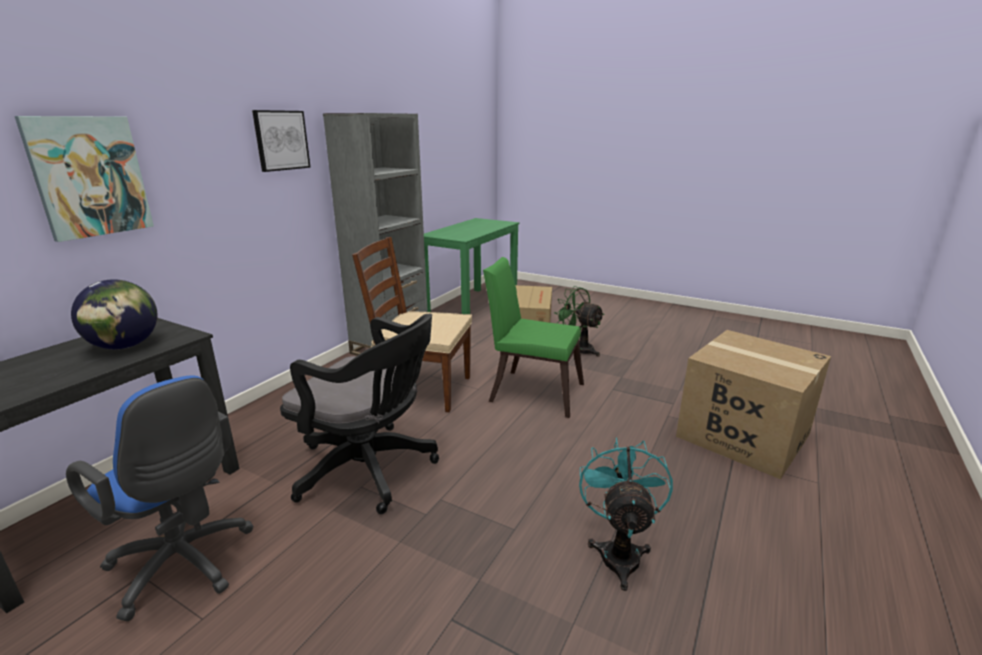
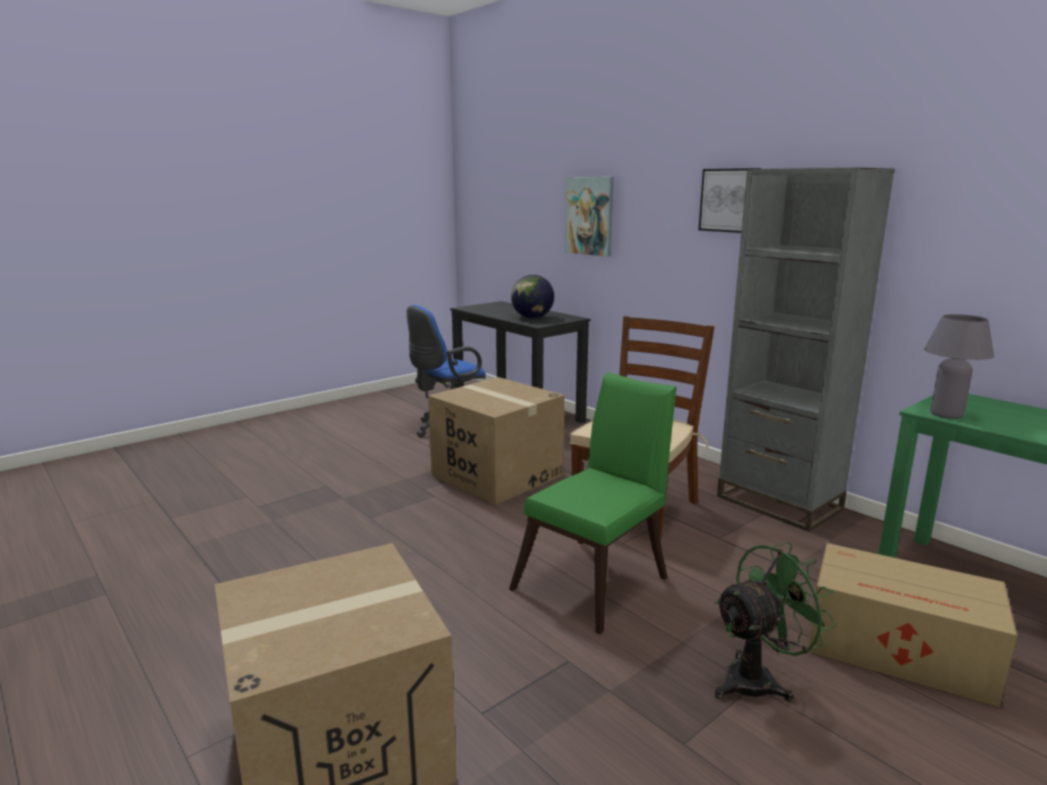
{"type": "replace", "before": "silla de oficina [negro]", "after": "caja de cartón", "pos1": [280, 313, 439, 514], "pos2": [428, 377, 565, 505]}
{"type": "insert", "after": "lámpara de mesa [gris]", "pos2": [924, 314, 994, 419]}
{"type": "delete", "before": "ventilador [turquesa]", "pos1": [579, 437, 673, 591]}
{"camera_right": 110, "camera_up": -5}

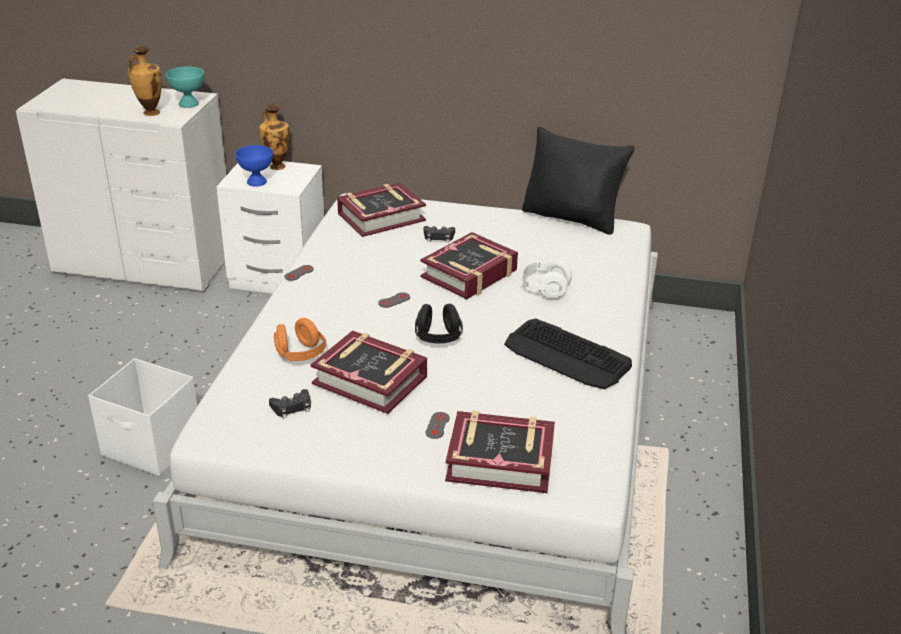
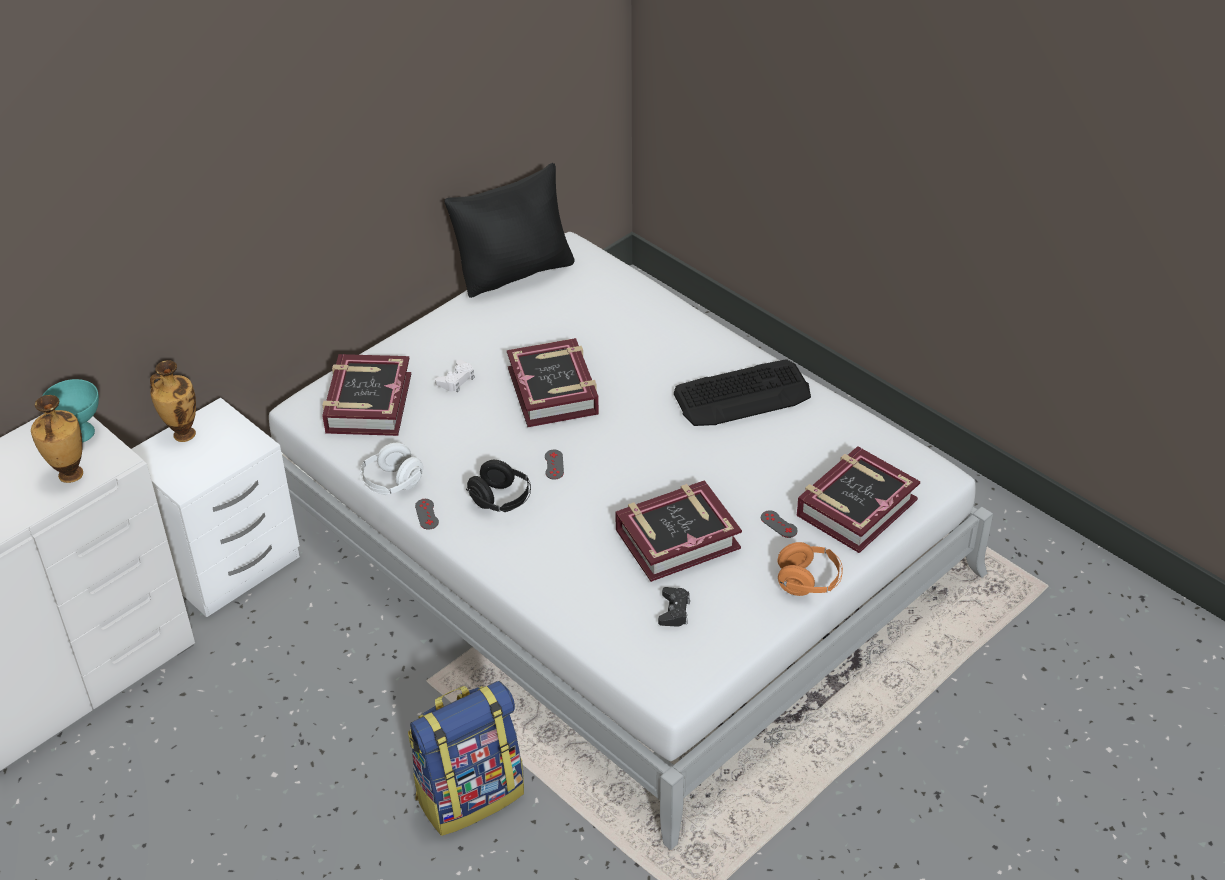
{"type": "move", "before": "auriculares [blanco]", "pos1": [521, 260, 572, 298], "pos2": [360, 443, 423, 495]}
{"type": "replace", "before": "caja de almacenaje [blanco]", "after": "mochila", "pos1": [88, 358, 198, 477], "pos2": [408, 681, 524, 836]}
{"type": "recolor", "before": "mando de consola [negro]", "after": "mando de consola [blanco]", "pos1": [424, 226, 455, 242], "pos2": [435, 360, 475, 392]}
{"type": "move", "before": "auriculares [negro]", "pos1": [415, 303, 463, 344], "pos2": [466, 460, 531, 512]}
{"type": "move", "before": "auriculares [naranja]", "pos1": [274, 318, 327, 361], "pos2": [777, 542, 843, 596]}
{"type": "delete", "before": "cuenco [azul]", "pos1": [235, 145, 273, 187]}
{"camera_right": -55, "camera_up": 10}

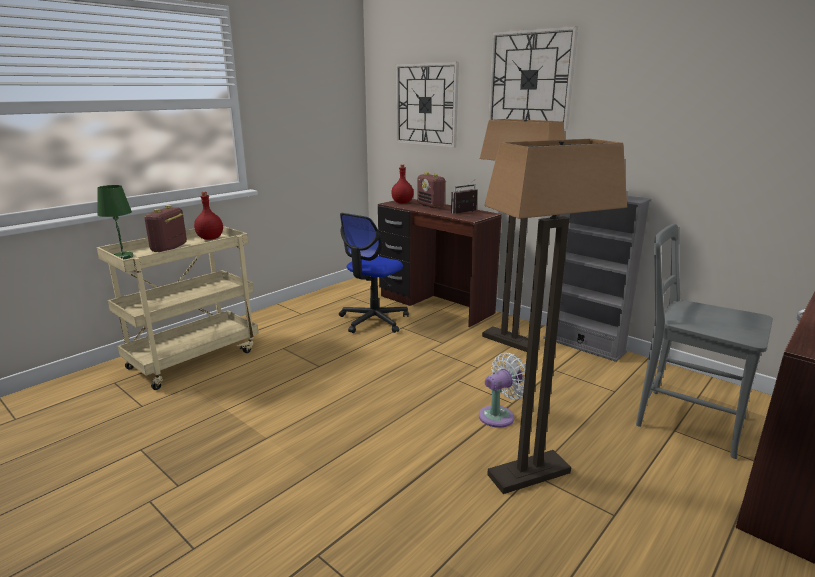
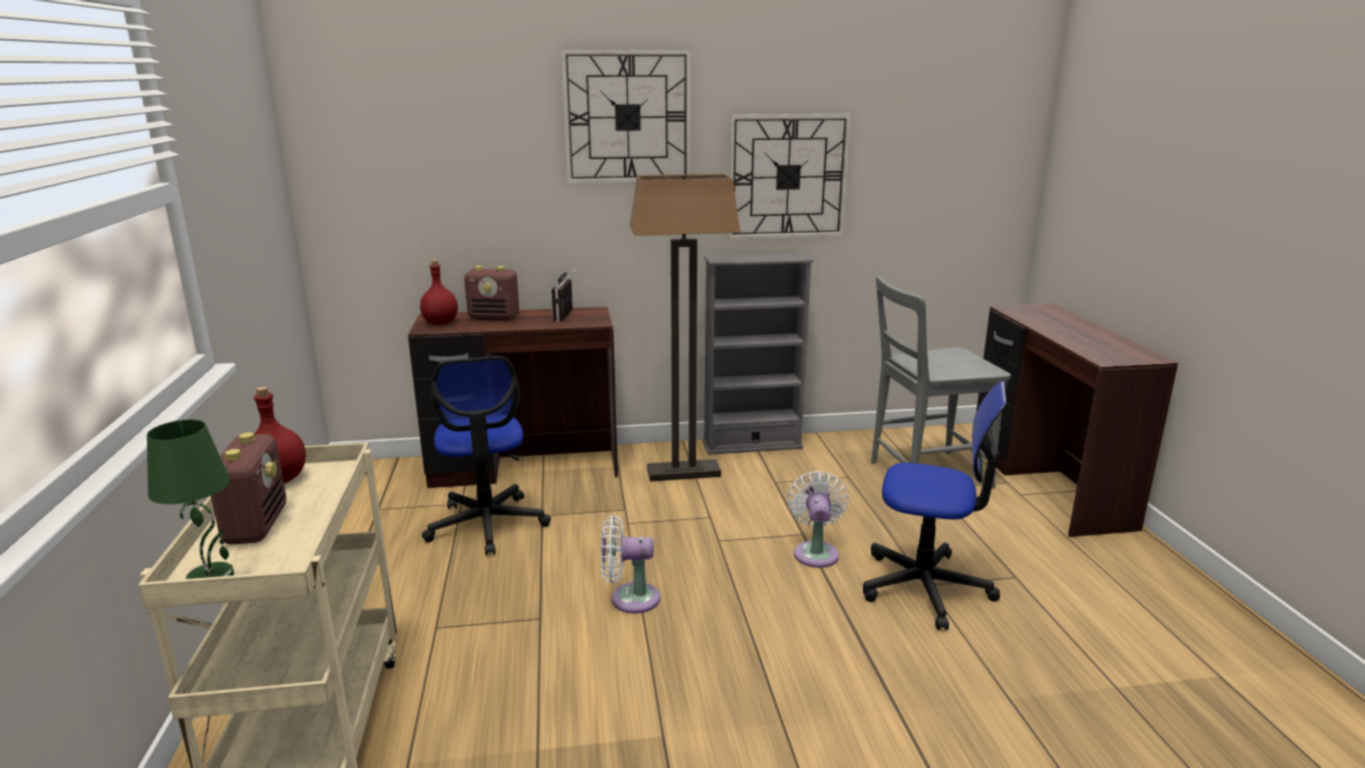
{"type": "rotate", "before": "radio", "pos1": [144, 205, 187, 252], "pos2": [211, 432, 286, 545], "turn": -150}
{"type": "insert", "after": "ventilador [blanco]", "pos2": [601, 515, 660, 614]}
{"type": "move", "before": "reloj de pared", "pos1": [395, 62, 459, 148], "pos2": [728, 114, 852, 240]}
{"type": "replace", "before": "lámpara de pie", "after": "silla de oficina", "pos1": [484, 139, 627, 494], "pos2": [863, 381, 1007, 630]}
{"camera_right": -50, "camera_up": 0}

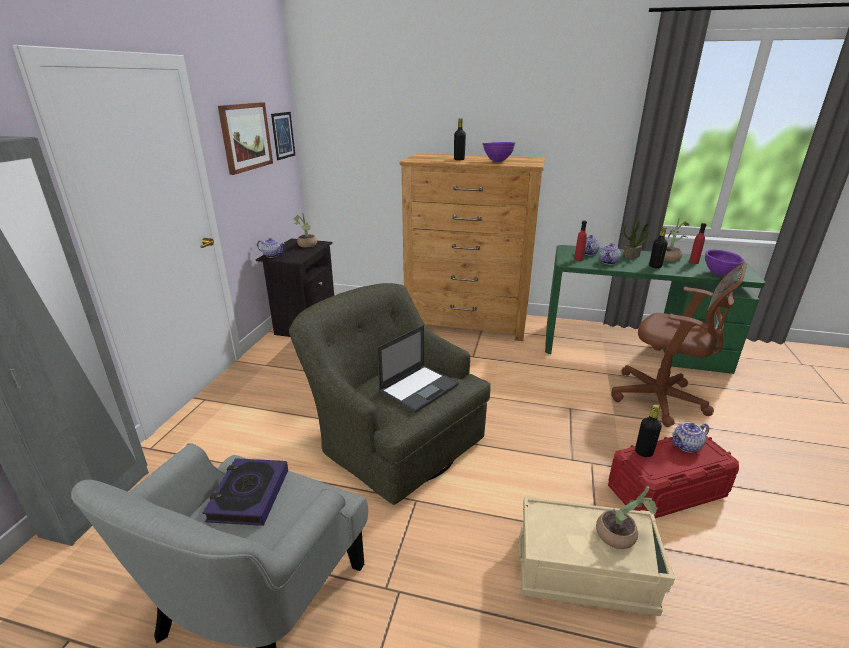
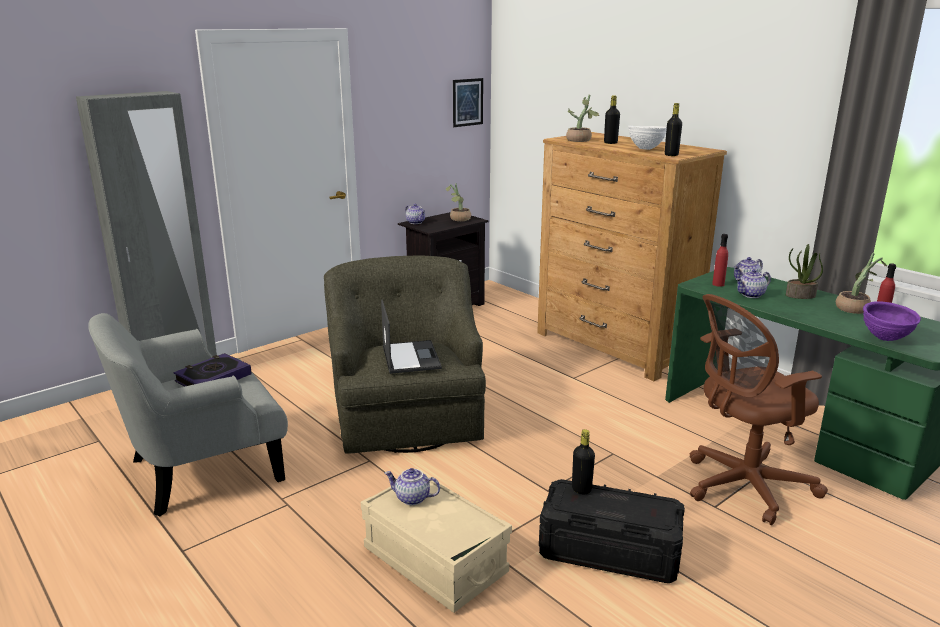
{"type": "rotate", "before": "portátil", "pos1": [377, 325, 459, 413], "pos2": [381, 300, 442, 374], "turn": -90}
{"type": "move", "before": "tetera", "pos1": [672, 422, 709, 453], "pos2": [385, 468, 440, 505]}
{"type": "recolor", "before": "caja de almacenaje [rojo]", "after": "caja de almacenaje [negro]", "pos1": [608, 436, 739, 518], "pos2": [539, 479, 685, 583]}
{"type": "move", "before": "planta en maceta", "pos1": [596, 486, 658, 549], "pos2": [566, 95, 599, 142]}
{"type": "recolor", "before": "cuenco [morado]", "after": "cuenco [blanco]", "pos1": [483, 142, 515, 162], "pos2": [628, 126, 667, 150]}
{"type": "move", "before": "botella [negro]", "pos1": [649, 227, 668, 268], "pos2": [665, 103, 682, 156]}
{"type": "rotate", "before": "silla de oficina [marrón]", "pos1": [612, 263, 747, 427], "pos2": [690, 294, 828, 525], "turn": 90}
{"type": "delete", "before": "cuadro", "pos1": [218, 102, 273, 175]}
{"camera_right": 35, "camera_up": -5}

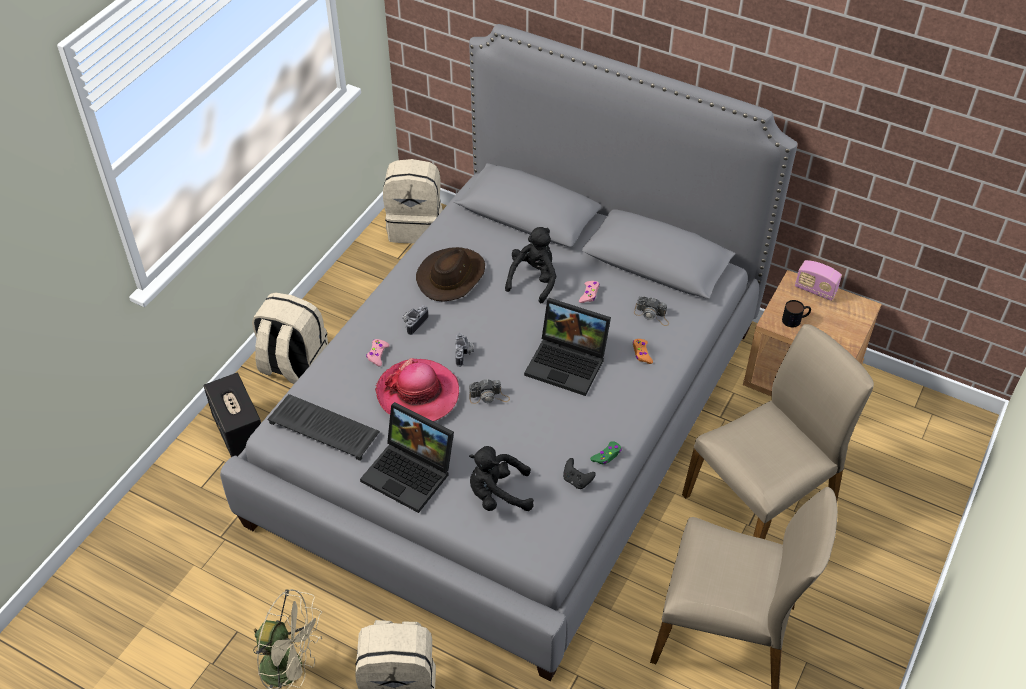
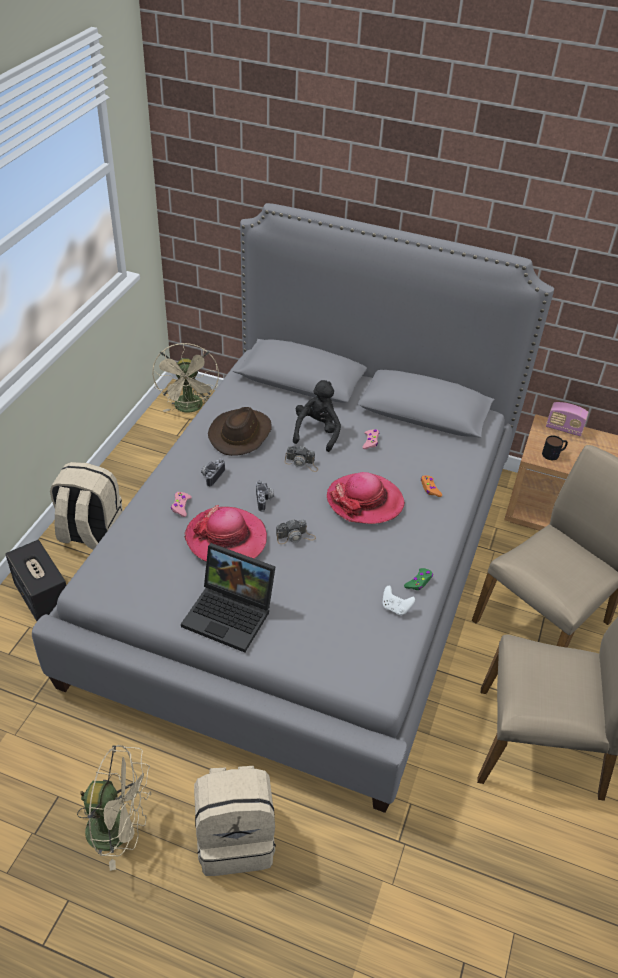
{"type": "replace", "before": "mochila [beis]", "after": "ventilador [beis]", "pos1": [383, 159, 443, 244], "pos2": [152, 343, 219, 413]}
{"type": "move", "before": "cámara", "pos1": [634, 297, 669, 326], "pos2": [284, 446, 318, 472]}
{"type": "replace", "before": "portátil", "after": "sombrero", "pos1": [524, 298, 611, 396], "pos2": [327, 472, 405, 524]}
{"type": "recolor", "before": "mando de consola [negro]", "after": "mando de consola [blanco]", "pos1": [563, 458, 596, 489], "pos2": [383, 586, 415, 615]}
{"type": "delete", "before": "teclado", "pos1": [267, 394, 380, 461]}
{"type": "delete", "before": "peluche [negro]", "pos1": [469, 446, 534, 511]}
{"camera_right": -10, "camera_up": -5}

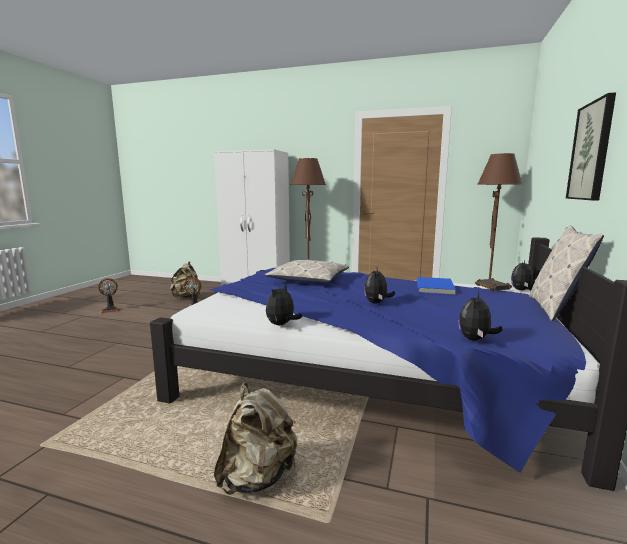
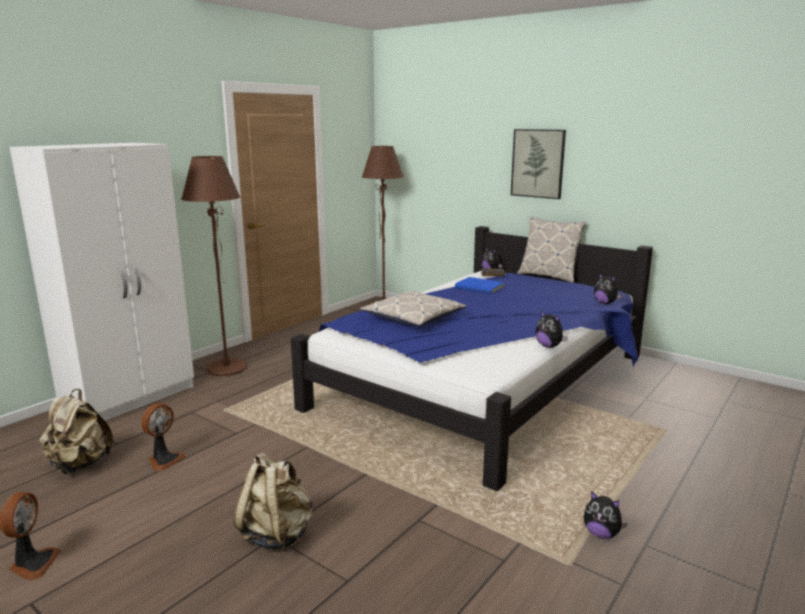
{"type": "move", "before": "mochila [beis]", "pos1": [214, 382, 297, 495], "pos2": [234, 453, 312, 550]}
{"type": "move", "before": "peluche", "pos1": [364, 269, 395, 304], "pos2": [584, 491, 628, 539]}
{"camera_right": -70, "camera_up": 5}

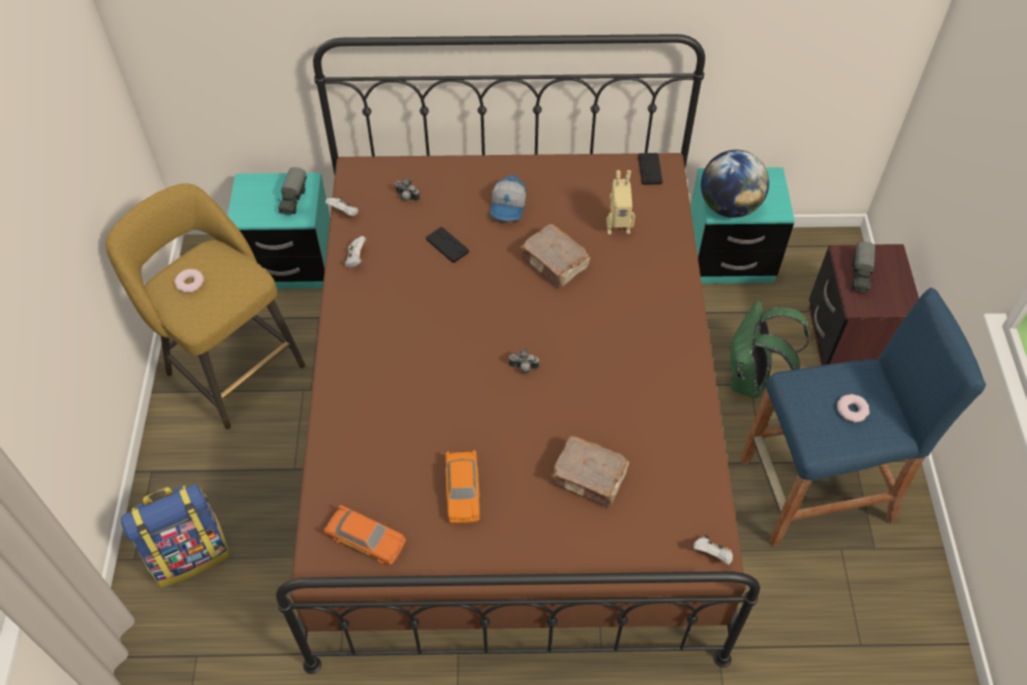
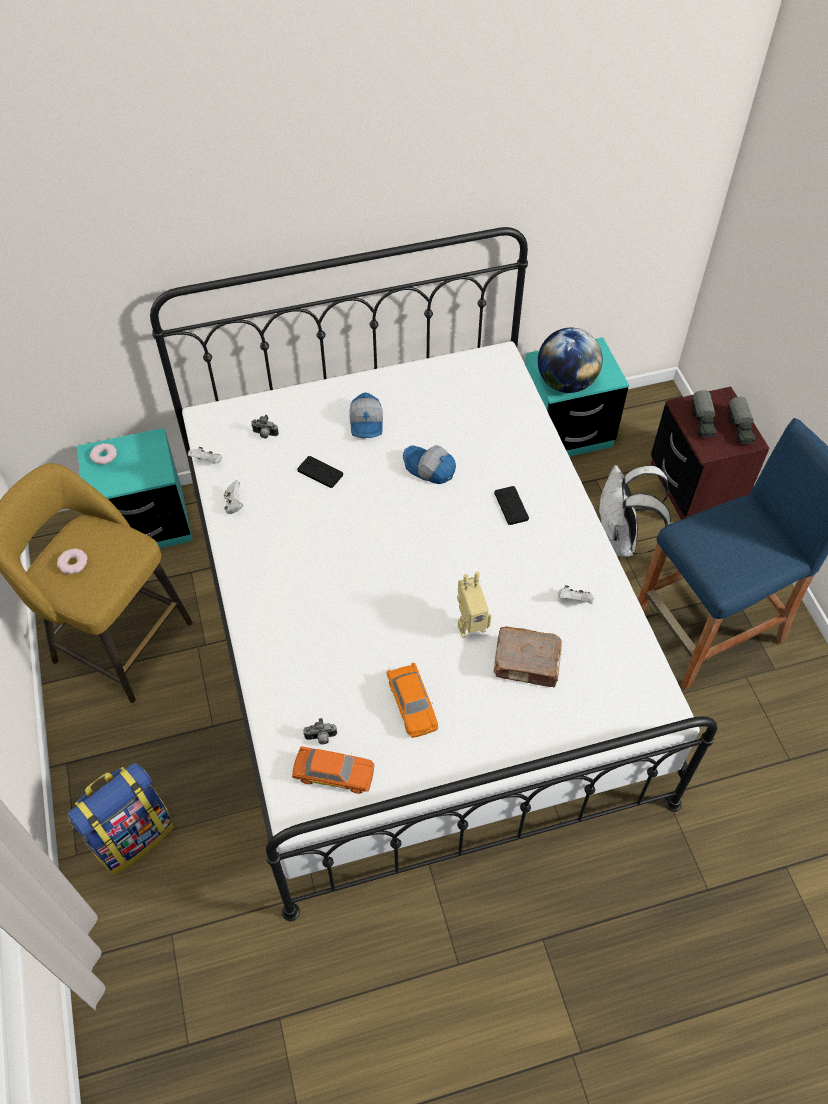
{"type": "move", "before": "rosquilla", "pos1": [837, 394, 870, 422], "pos2": [90, 443, 117, 465]}
{"type": "recolor", "before": "cama [marrón]", "after": "cama [blanco]", "pos1": [276, 34, 760, 674], "pos2": [150, 227, 718, 921]}
{"type": "move", "before": "cámara", "pos1": [508, 348, 539, 374], "pos2": [303, 718, 337, 744]}
{"type": "replace", "before": "libro [marrón]", "after": "gorra", "pos1": [520, 224, 590, 289], "pos2": [403, 445, 456, 484]}
{"type": "move", "before": "robot de juguete", "pos1": [606, 170, 635, 235], "pos2": [457, 572, 491, 638]}
{"type": "move", "before": "mando de consola [negro]", "pos1": [638, 153, 663, 185], "pos2": [494, 486, 529, 525]}
{"type": "move", "before": "mando de consola [blanco]", "pos1": [693, 535, 733, 565], "pos2": [558, 585, 594, 604]}
{"type": "recolor", "before": "mochila [verde]", "after": "mochila [blanco]", "pos1": [729, 301, 809, 398], "pos2": [598, 465, 671, 557]}
{"type": "move", "before": "camión de juguete", "pos1": [278, 167, 307, 215], "pos2": [728, 397, 756, 445]}
{"camera_right": -15, "camera_up": 0}

